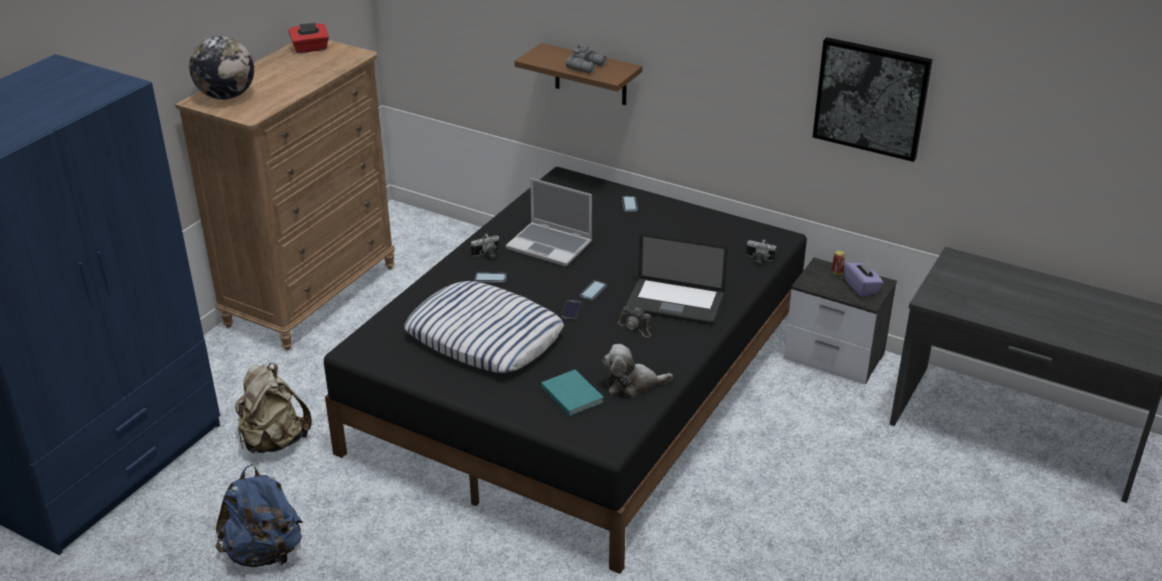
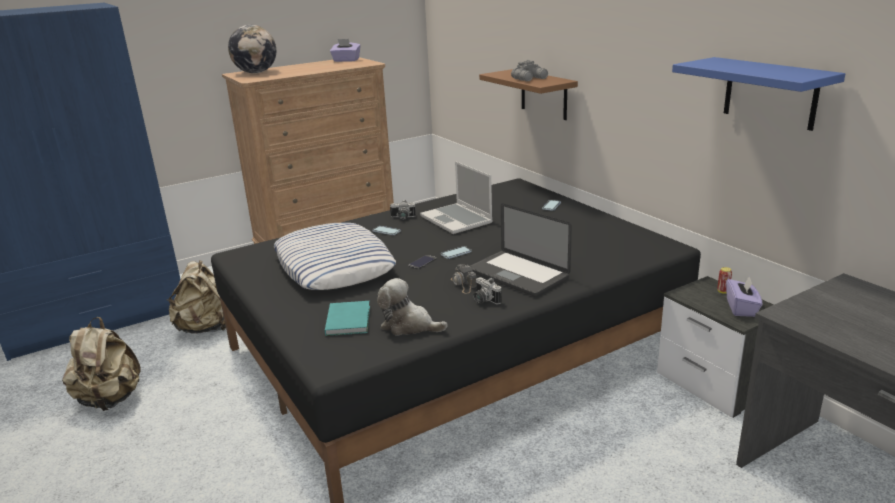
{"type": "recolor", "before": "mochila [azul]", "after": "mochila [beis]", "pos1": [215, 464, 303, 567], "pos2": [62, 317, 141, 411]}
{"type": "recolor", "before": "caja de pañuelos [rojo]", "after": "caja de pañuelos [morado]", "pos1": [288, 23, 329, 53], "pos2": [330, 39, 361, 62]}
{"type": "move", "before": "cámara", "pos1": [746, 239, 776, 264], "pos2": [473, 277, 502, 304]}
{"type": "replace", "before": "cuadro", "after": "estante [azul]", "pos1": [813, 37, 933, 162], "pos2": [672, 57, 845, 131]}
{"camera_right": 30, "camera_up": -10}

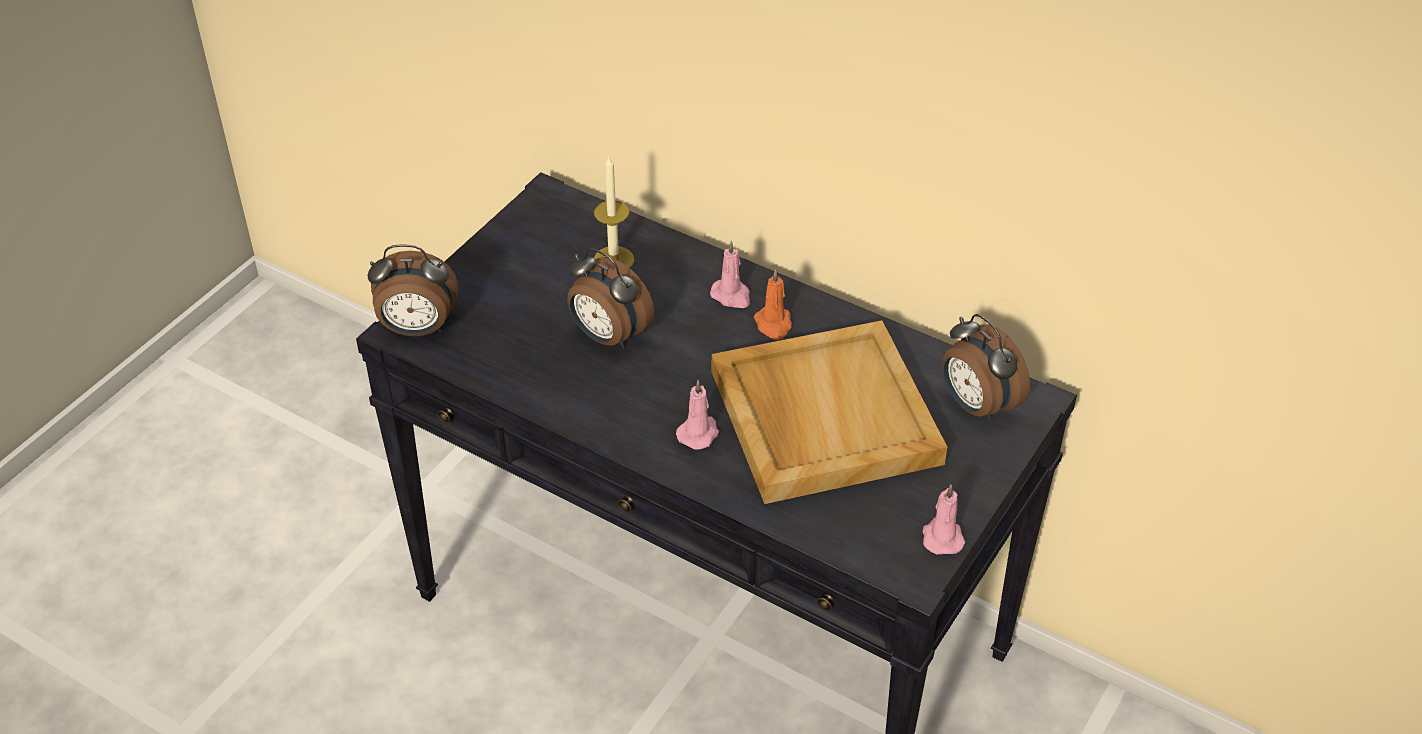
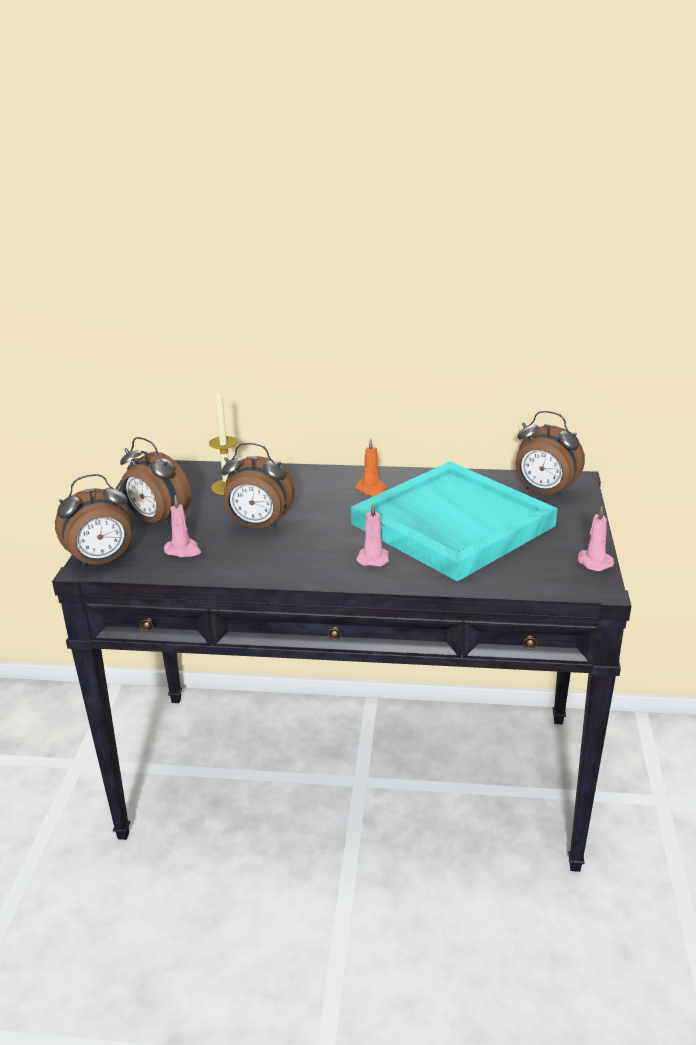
{"type": "insert", "after": "despertador", "pos2": [120, 437, 191, 527]}
{"type": "move", "before": "vela [rosa]", "pos1": [710, 240, 750, 308], "pos2": [164, 495, 202, 557]}
{"type": "recolor", "before": "bandeja [beis]", "after": "bandeja [turquesa]", "pos1": [712, 320, 947, 504], "pos2": [351, 461, 557, 582]}
{"camera_right": -25, "camera_up": -15}

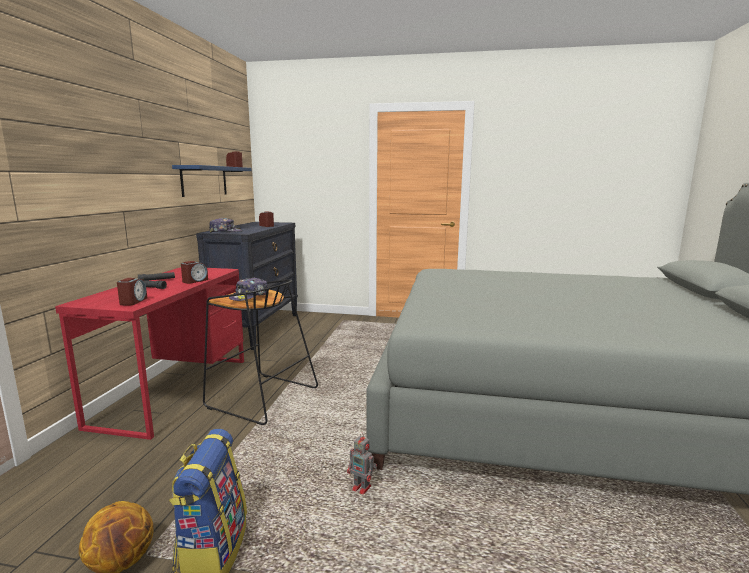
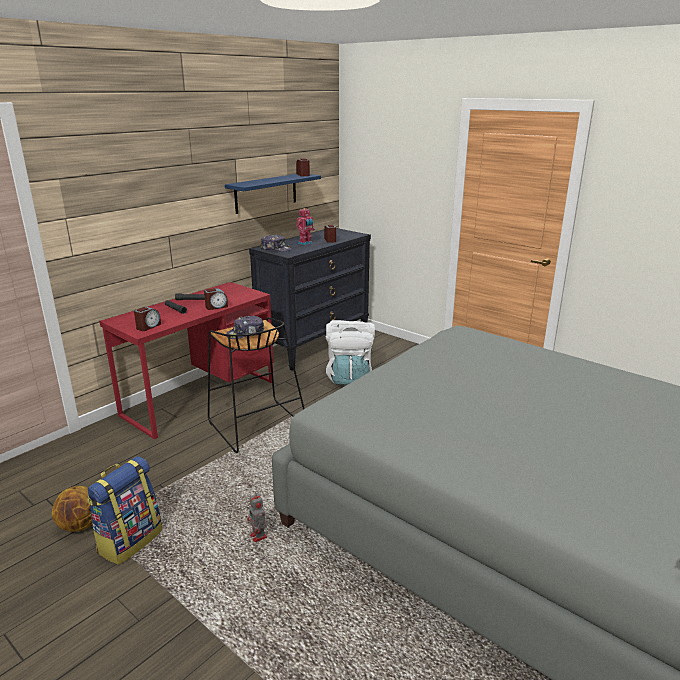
{"type": "insert", "after": "robot de juguete", "pos2": [296, 208, 315, 245]}
{"type": "insert", "after": "mochila [blanco]", "pos2": [326, 320, 375, 385]}
{"camera_right": 30, "camera_up": 10}

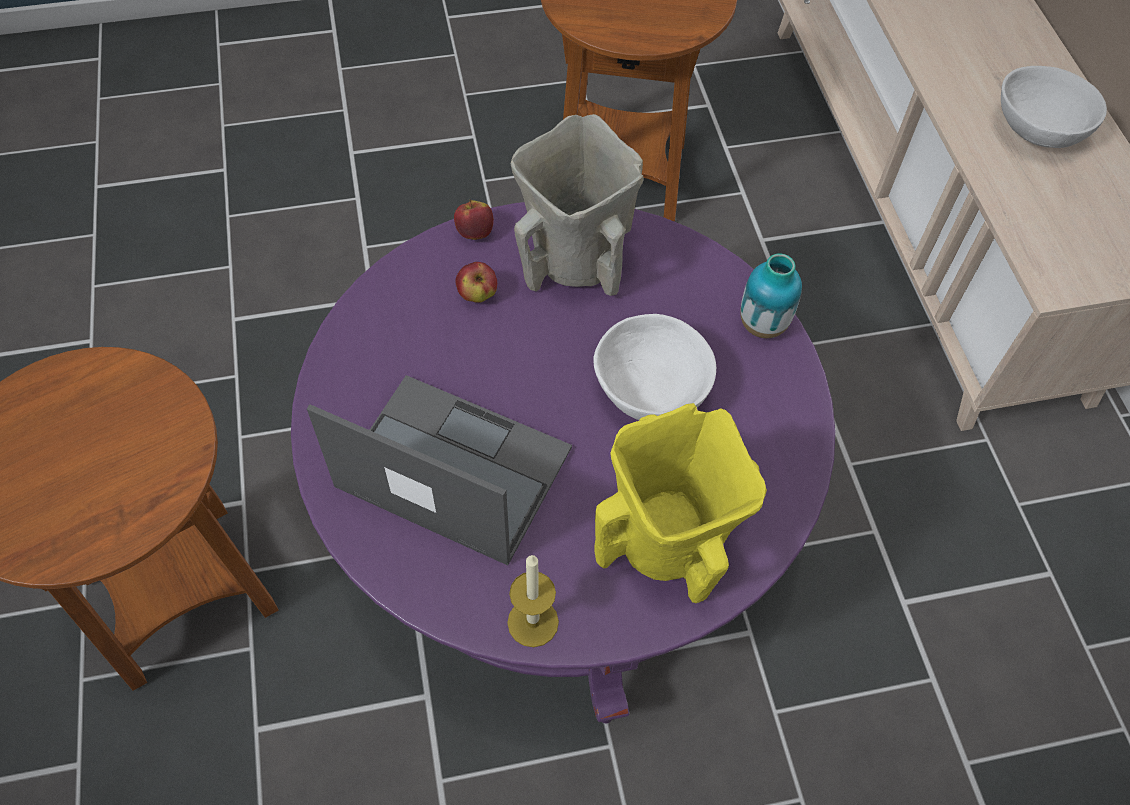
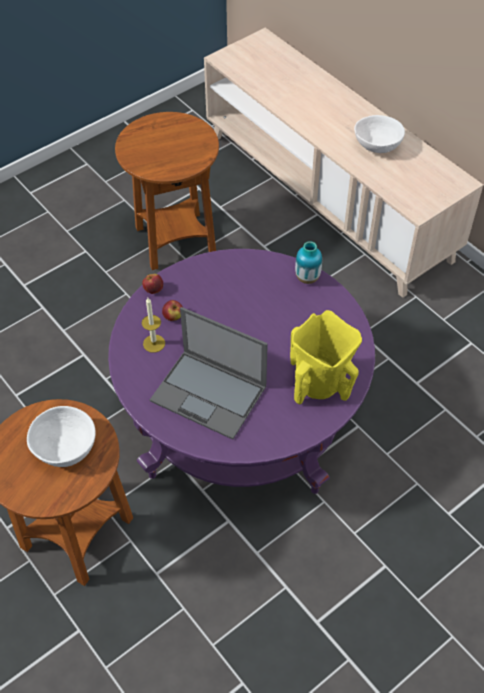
{"type": "move", "before": "cuenco [blanco]", "pos1": [594, 314, 716, 420], "pos2": [27, 406, 96, 467]}
{"type": "move", "before": "vela", "pos1": [507, 555, 559, 647], "pos2": [142, 298, 165, 353]}
{"type": "rotate", "before": "portátil", "pos1": [307, 375, 572, 565], "pos2": [150, 307, 268, 440], "turn": -150}
{"type": "delete", "before": "florero [beis]", "pos1": [511, 114, 644, 296]}
{"camera_right": -25, "camera_up": -5}

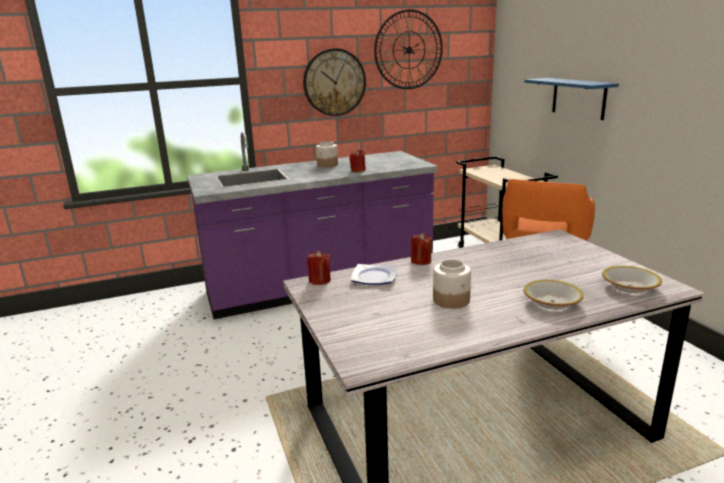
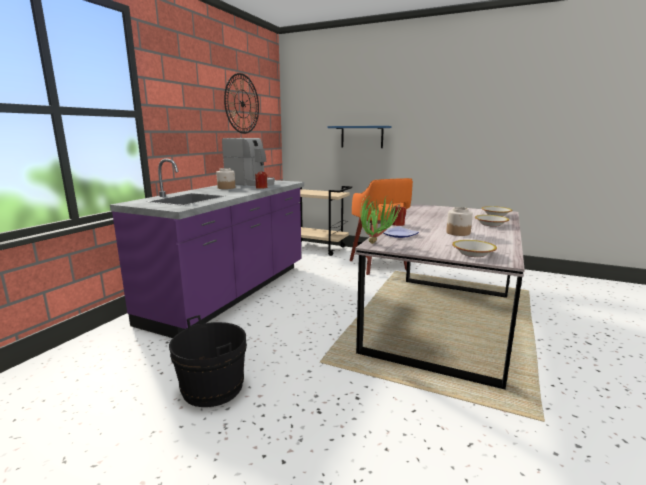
{"type": "insert", "after": "cubo [negro]", "pos2": [169, 315, 247, 407]}
{"type": "insert", "after": "cafetera", "pos2": [222, 138, 275, 186]}
{"type": "replace", "before": "vela [rojo]", "after": "planta en maceta", "pos1": [307, 251, 331, 285], "pos2": [361, 193, 400, 244]}
{"type": "insert", "after": "cuenco", "pos2": [452, 240, 497, 257]}
{"type": "delete", "before": "reloj de pared", "pos1": [303, 48, 366, 116]}
{"camera_right": -45, "camera_up": -5}

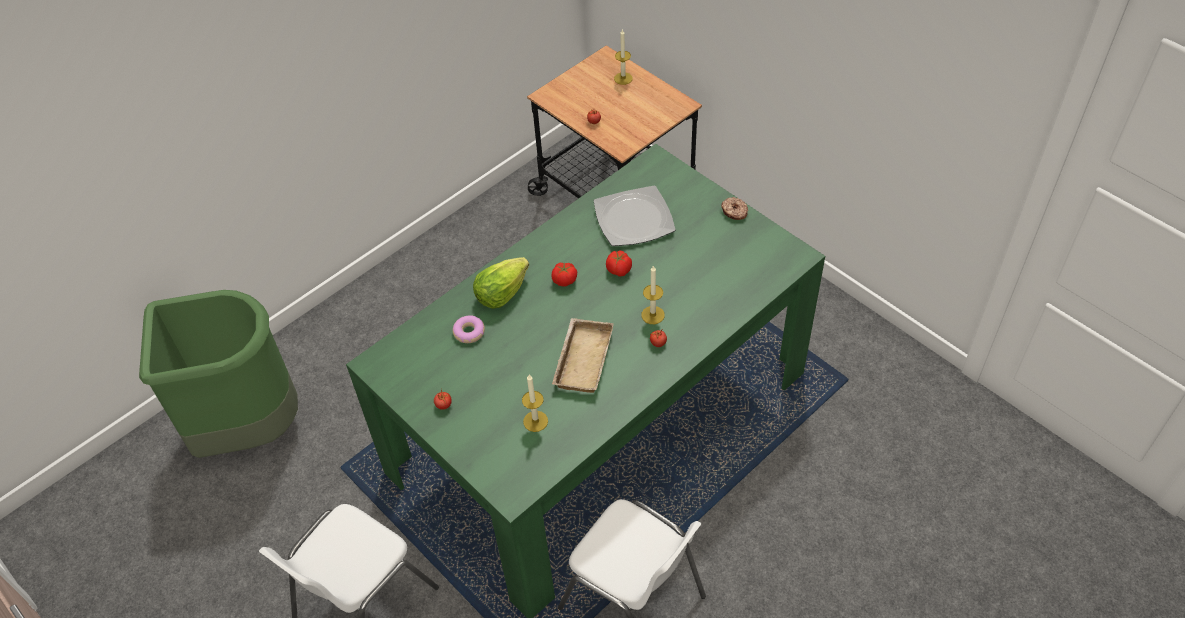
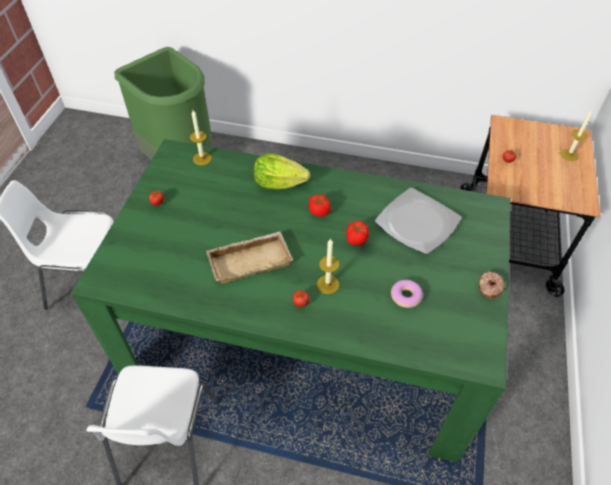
{"type": "move", "before": "vela", "pos1": [522, 375, 548, 432], "pos2": [190, 110, 212, 165]}
{"type": "move", "before": "rosquilla", "pos1": [453, 315, 485, 343], "pos2": [391, 280, 423, 308]}
{"camera_right": 55, "camera_up": 0}

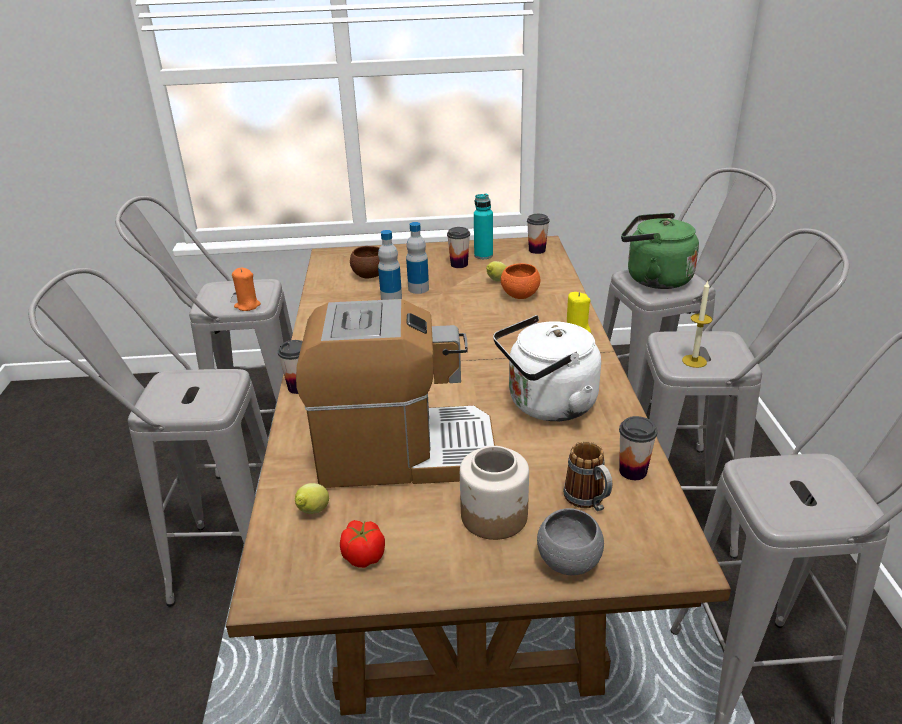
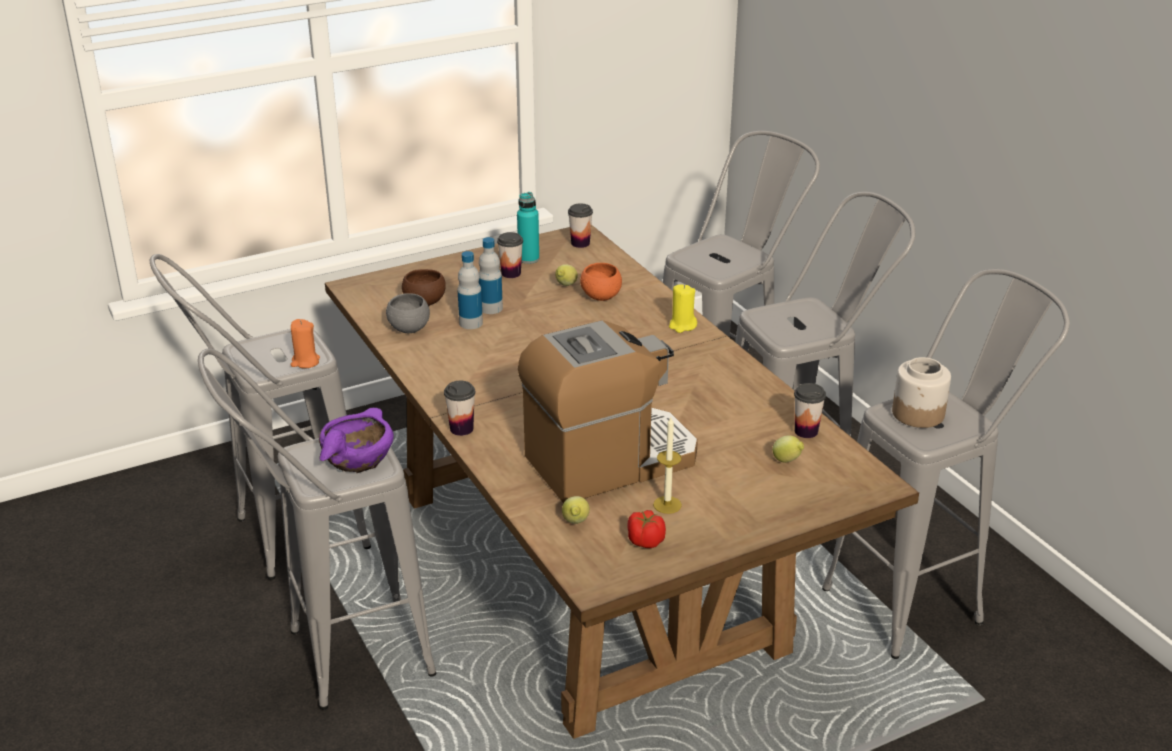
{"type": "insert", "after": "cuenco [morado]", "pos2": [319, 408, 394, 473]}
{"type": "move", "before": "cuenco [gris]", "pos1": [537, 508, 604, 575], "pos2": [386, 293, 430, 333]}
{"type": "move", "before": "vela", "pos1": [682, 281, 712, 368], "pos2": [653, 417, 682, 514]}
{"type": "replace", "before": "taza grande", "after": "limón", "pos1": [563, 441, 612, 511], "pos2": [772, 435, 804, 463]}
{"type": "move", "before": "tarro", "pos1": [460, 446, 529, 540], "pos2": [892, 357, 951, 428]}
{"type": "delete", "before": "hervidor [blanco]", "pos1": [493, 315, 601, 421]}
{"type": "delete", "before": "hervidor [verde]", "pos1": [621, 213, 699, 289]}
{"camera_right": -25, "camera_up": 0}

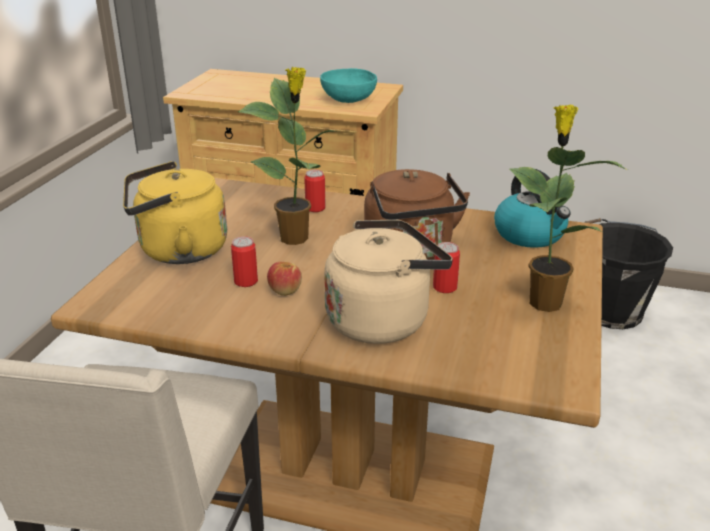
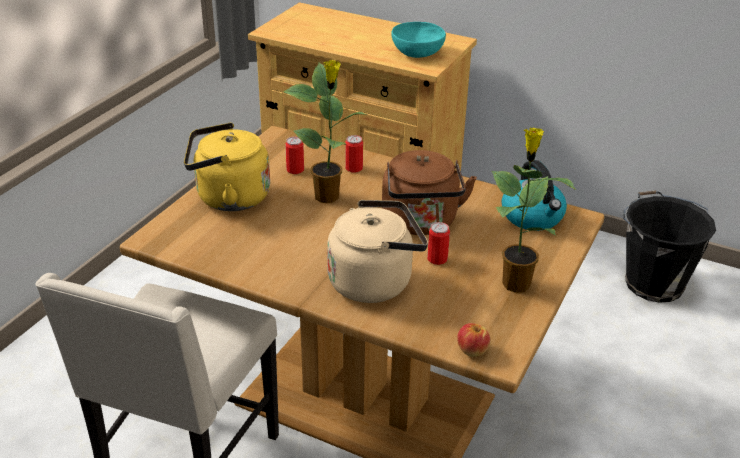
{"type": "move", "before": "lata", "pos1": [231, 236, 258, 287], "pos2": [285, 137, 304, 174]}
{"type": "move", "before": "manzana", "pos1": [267, 262, 302, 296], "pos2": [457, 323, 491, 357]}
{"camera_right": 10, "camera_up": 5}

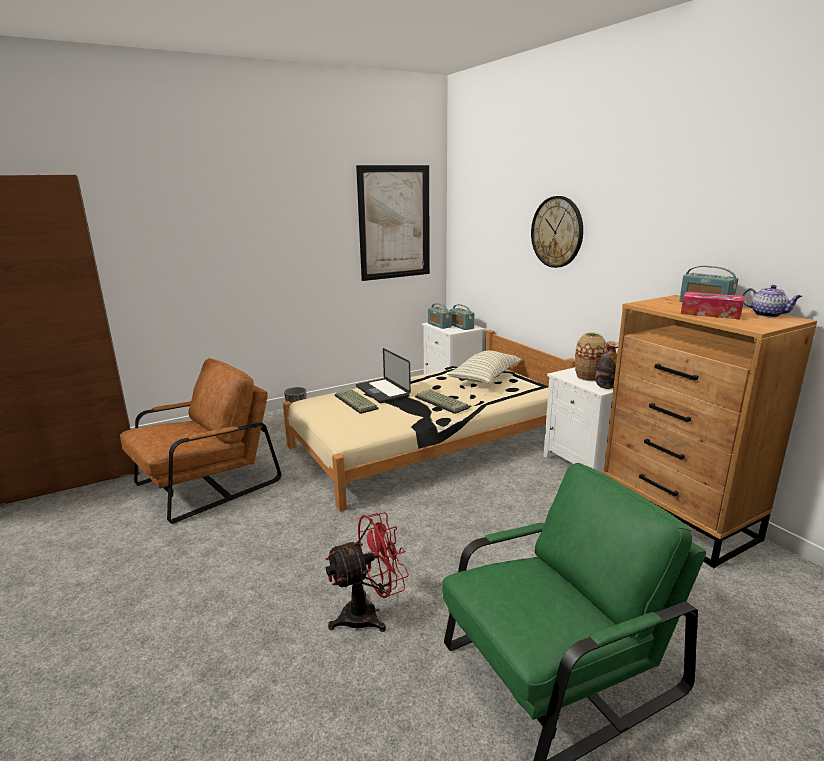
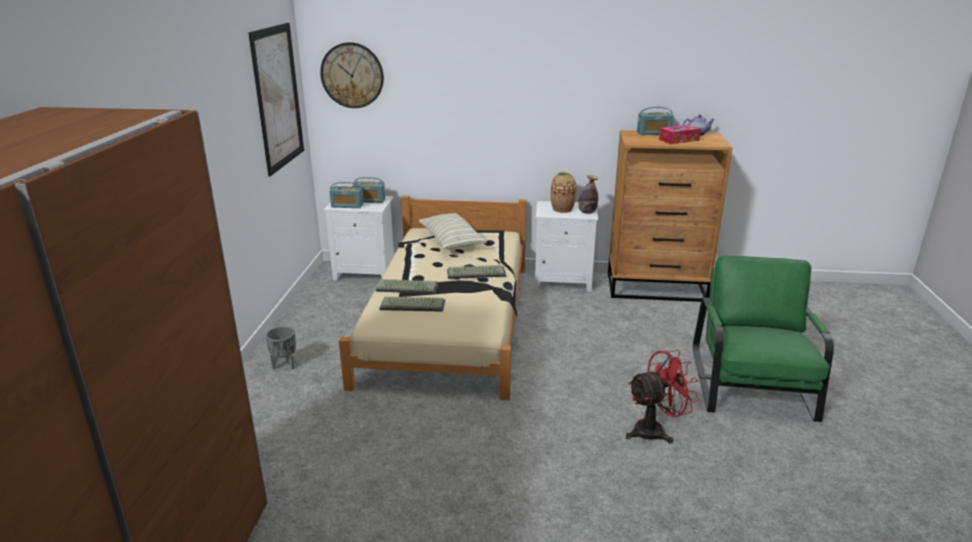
{"type": "move", "before": "reloj de pared", "pos1": [531, 196, 583, 268], "pos2": [320, 42, 384, 108]}
{"type": "replace", "before": "portátil", "after": "teclado", "pos1": [356, 348, 411, 403], "pos2": [376, 279, 439, 294]}
{"type": "rotate", "before": "ventilador [rojo]", "pos1": [325, 512, 409, 632], "pos2": [626, 350, 700, 444], "turn": 60}
{"type": "delete", "before": "sillón [marrón]", "pos1": [120, 358, 281, 524]}
{"camera_right": -55, "camera_up": 5}

